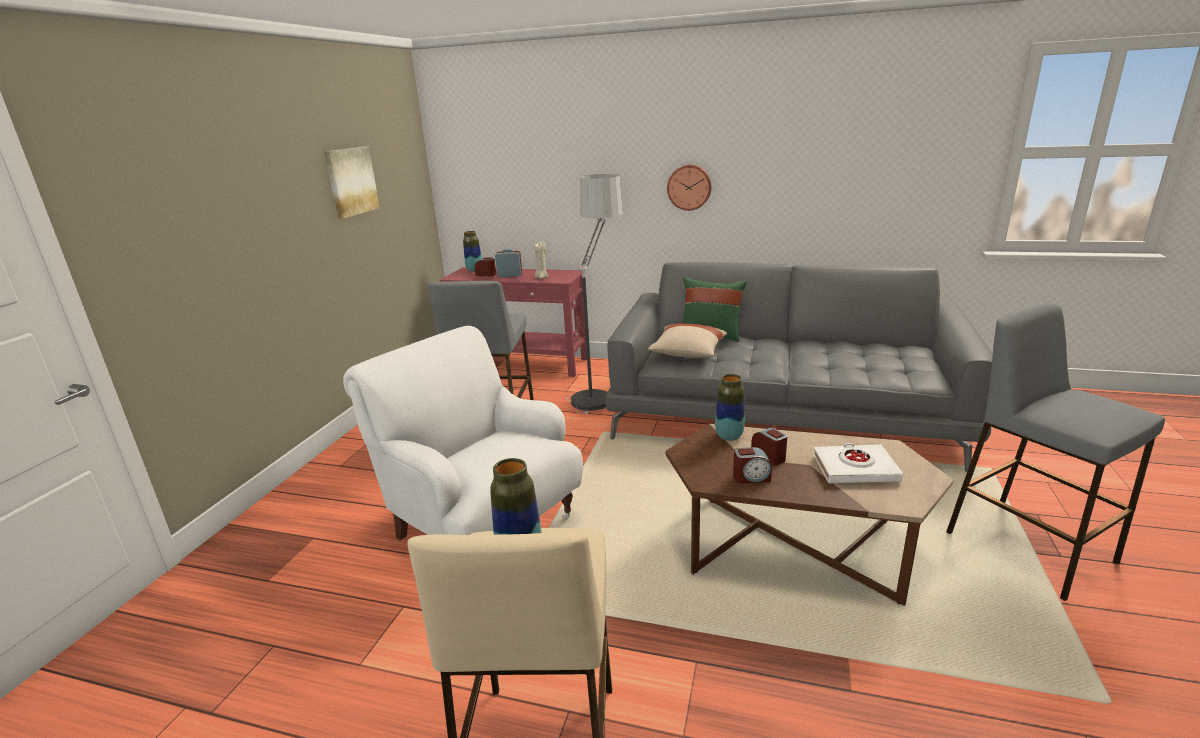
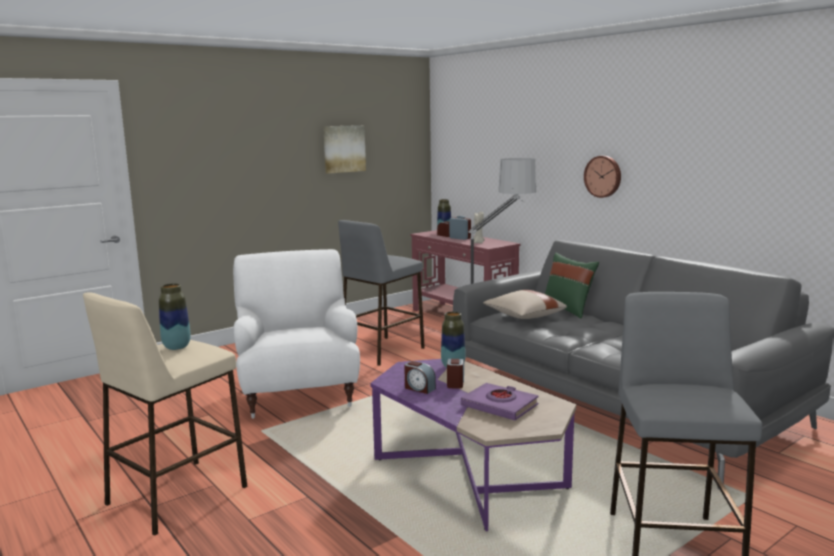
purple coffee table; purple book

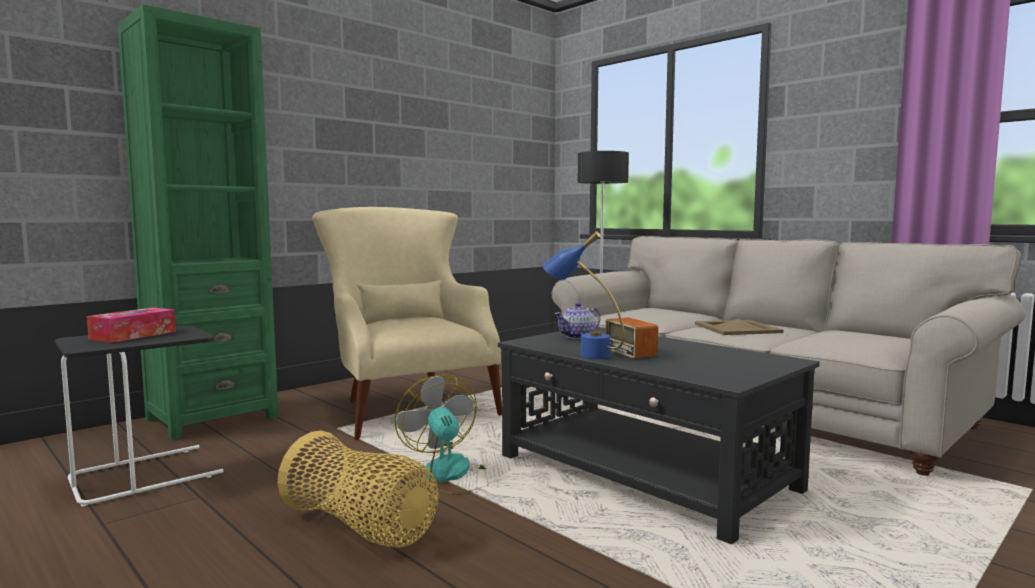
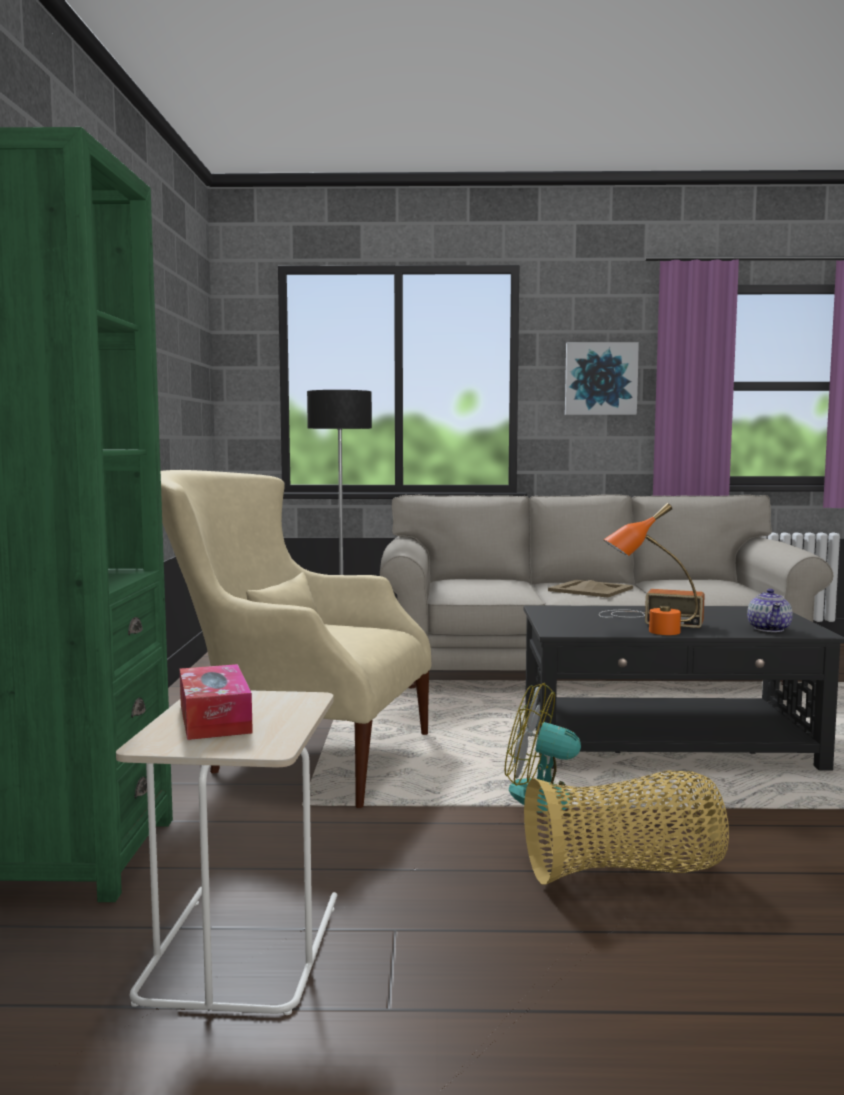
beige side table; orange table lamp; teapot; picture

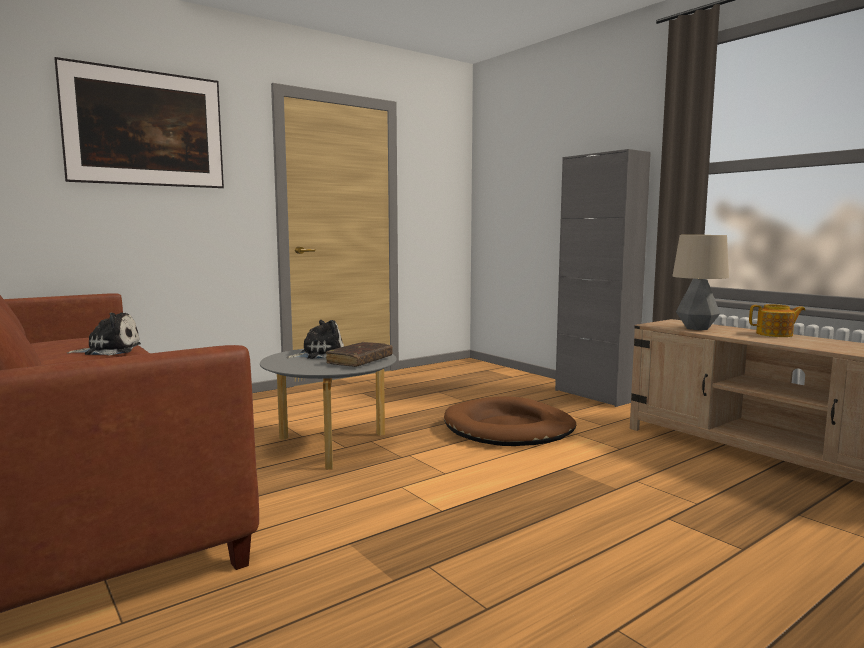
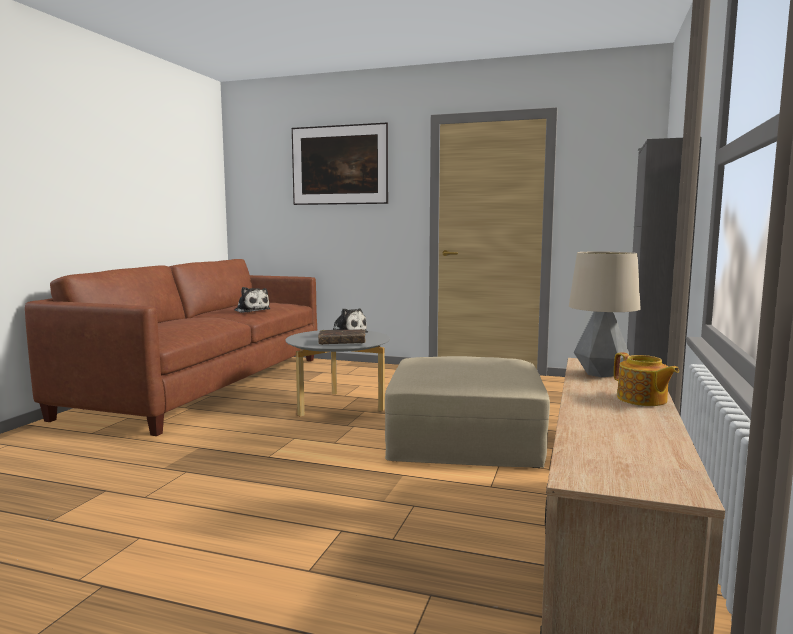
beige ottoman

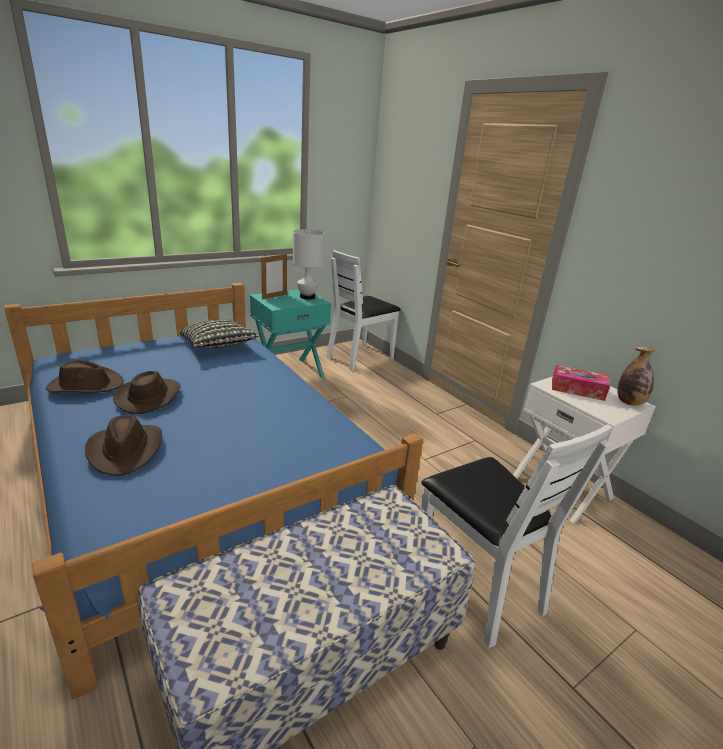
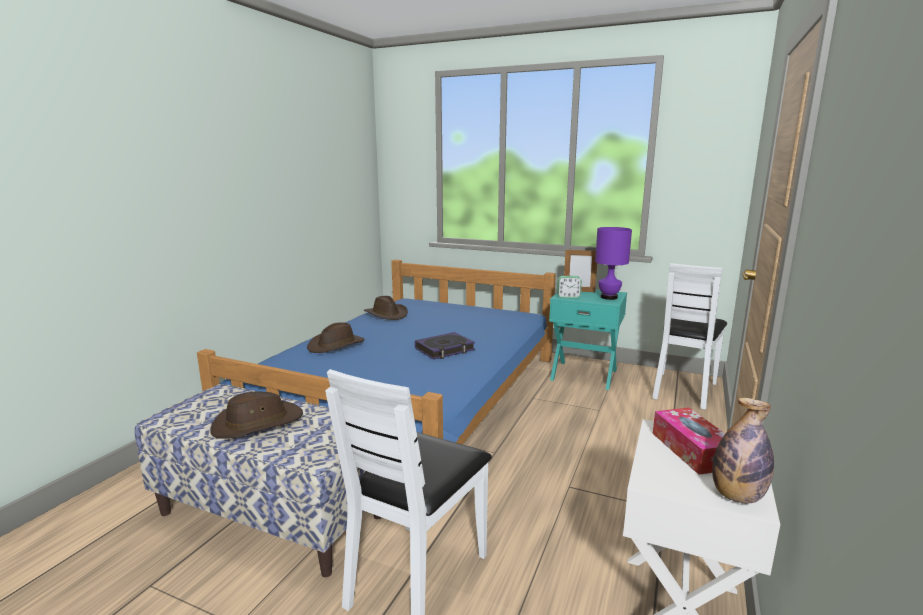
brown hat (no. 1 from left); pillow; purple table lamp; white chair (no. 2 from left); book; alarm clock

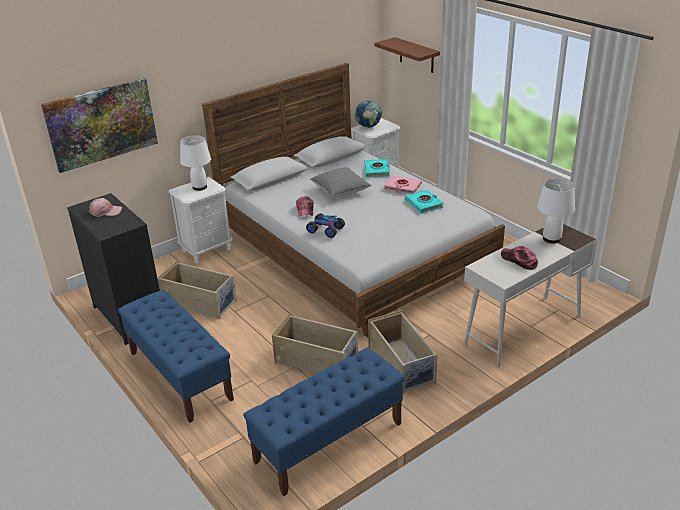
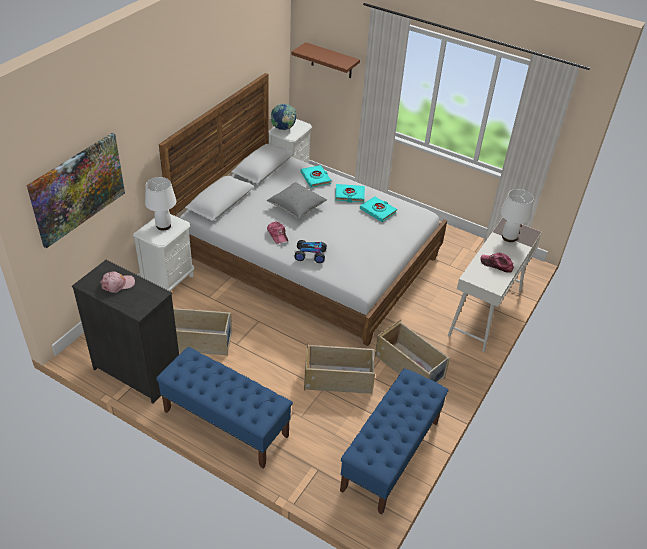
turquoise book (no. 2 from left)

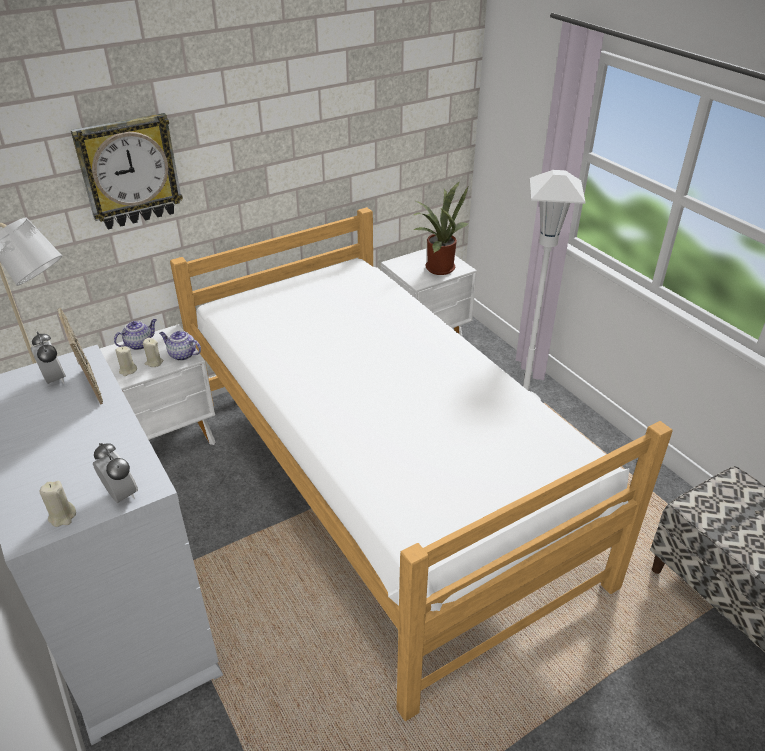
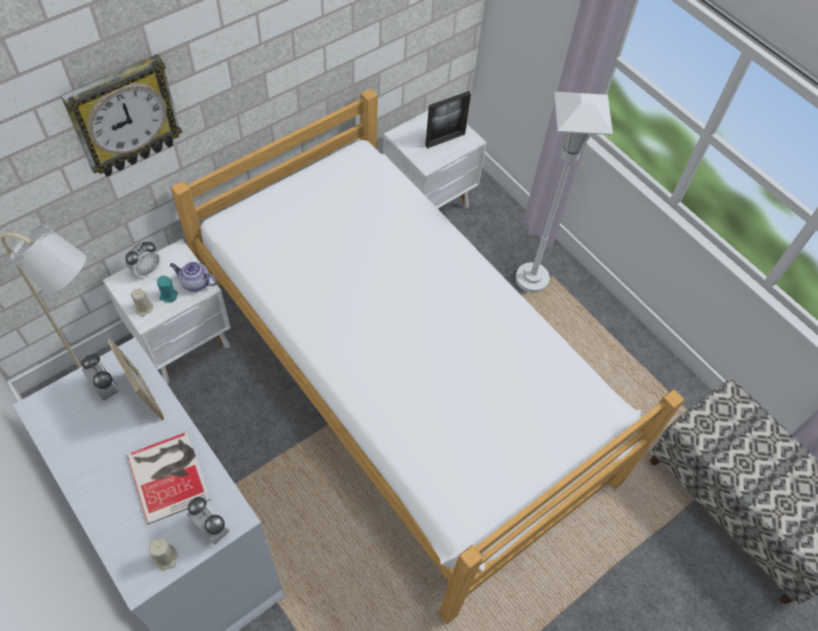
alarm clock (no. 2 from left); turquoise candle; picture frame (no. 2 from left); book

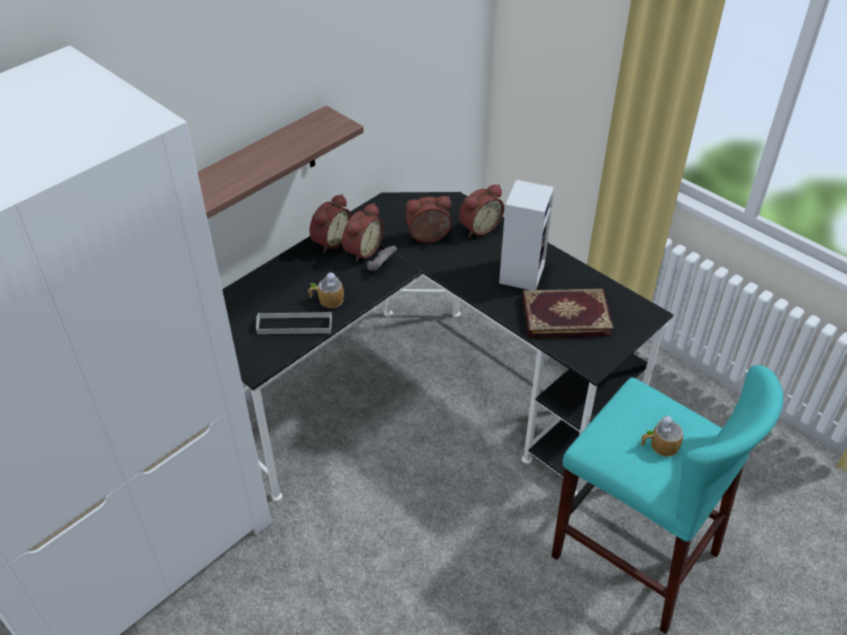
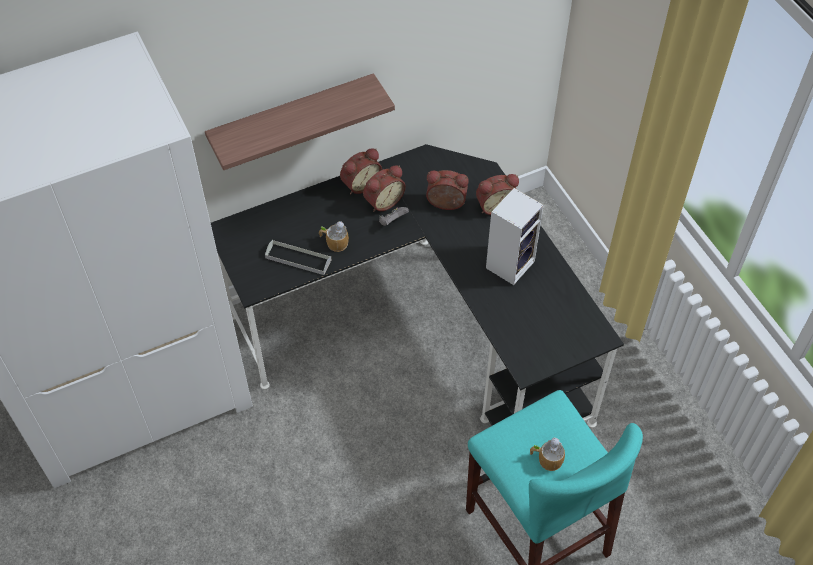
book

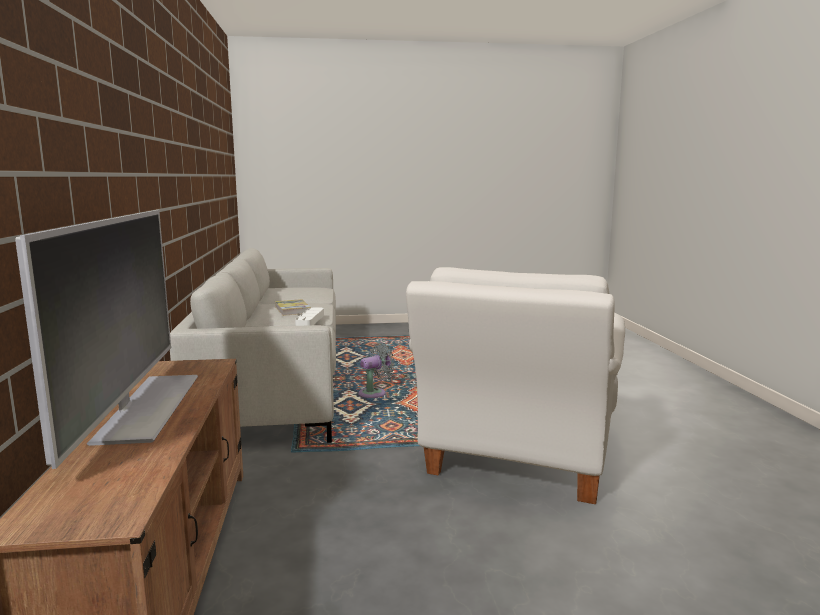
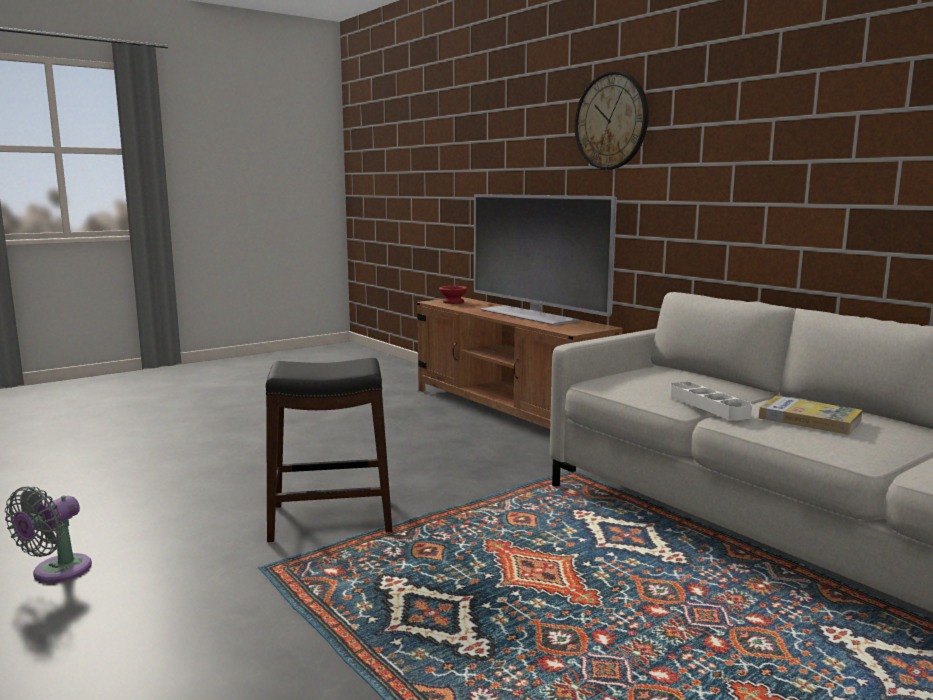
grey fan; black stool; red bowl; wall clock

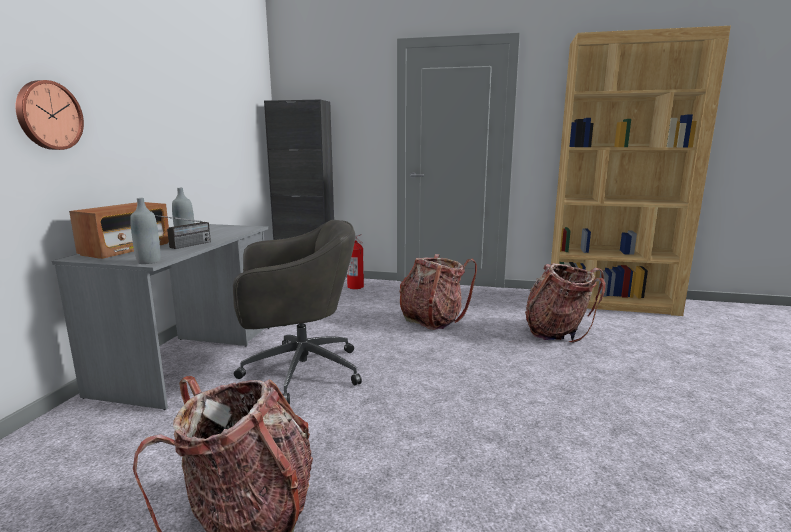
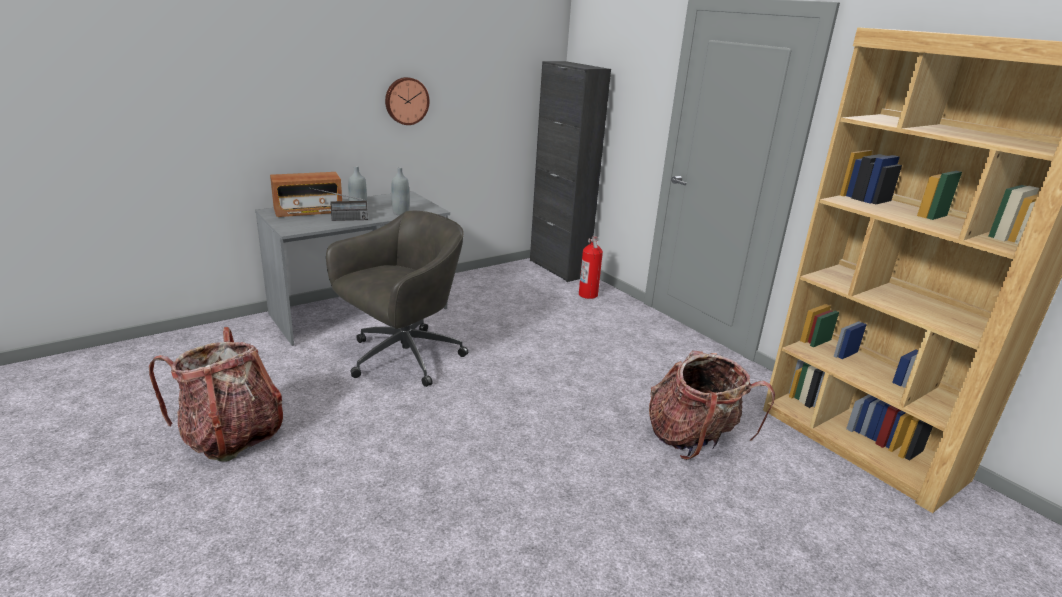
wall clock; grey bottle (no. 2 from left); grey office chair; backpack (no. 2 from left in the first image)

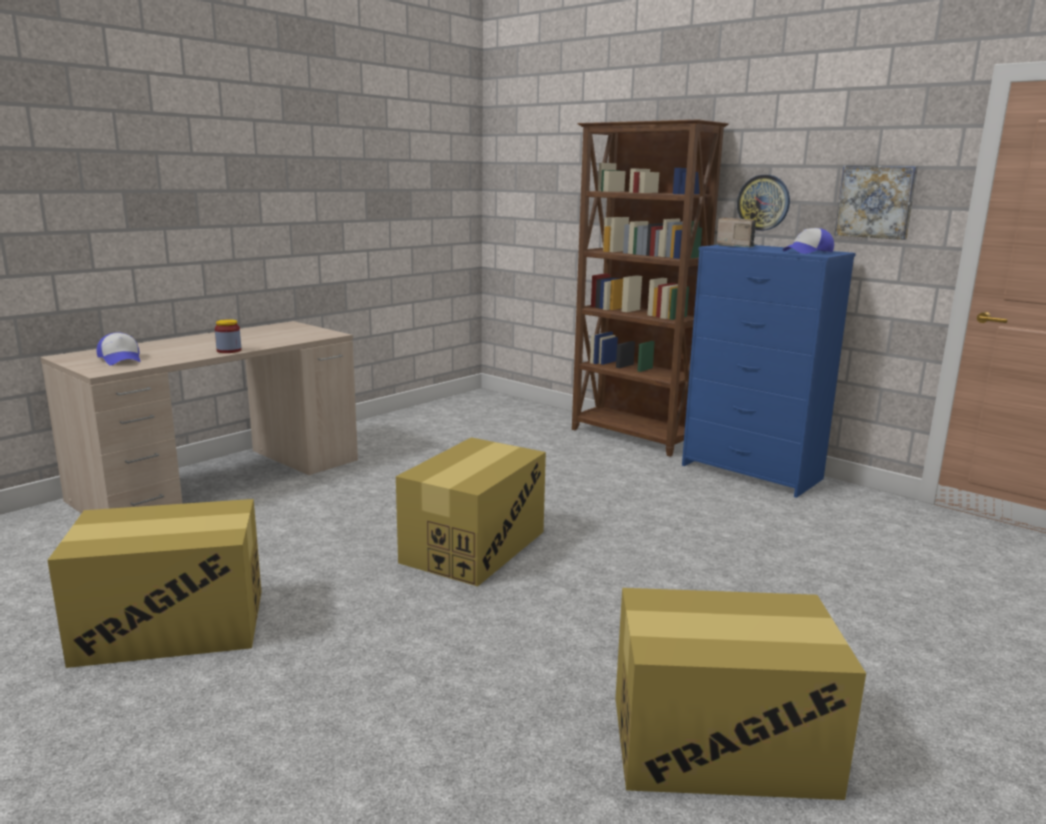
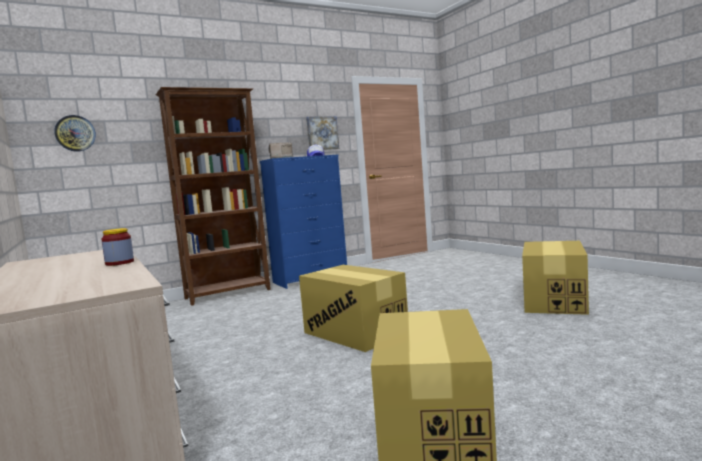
cap (no. 1 from left in the first image); wall clock

